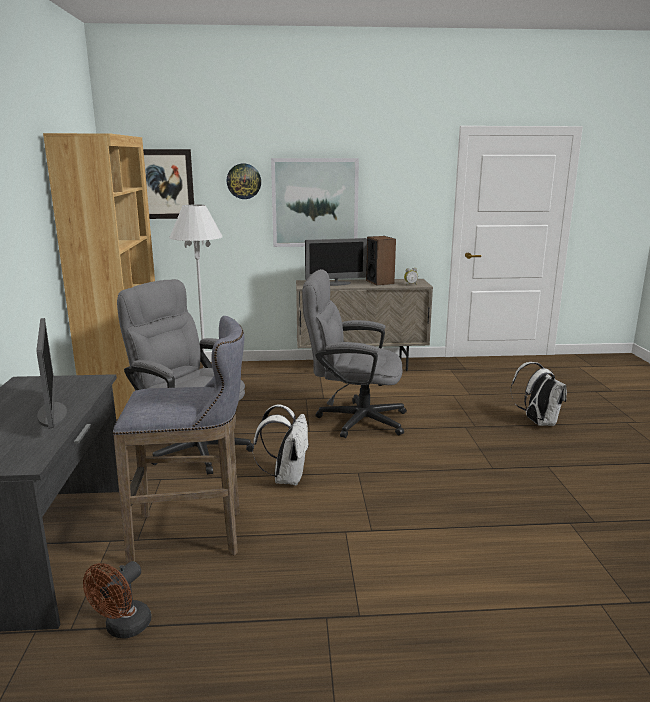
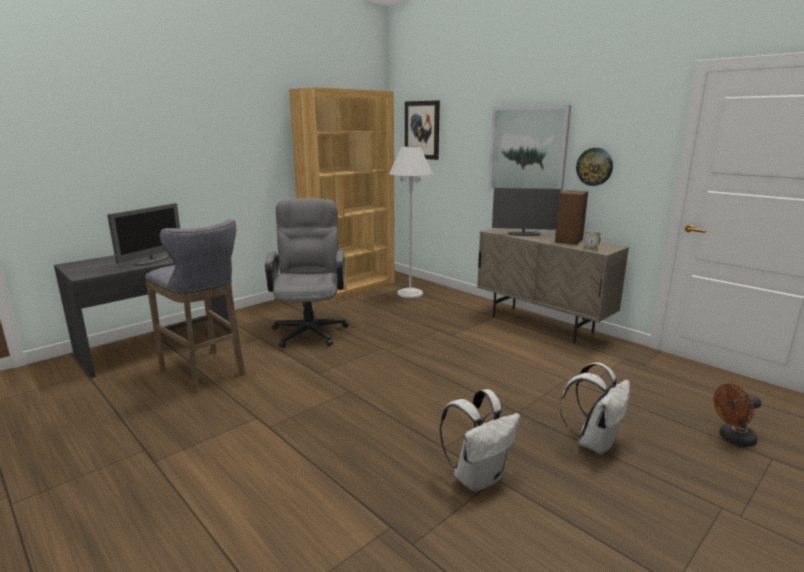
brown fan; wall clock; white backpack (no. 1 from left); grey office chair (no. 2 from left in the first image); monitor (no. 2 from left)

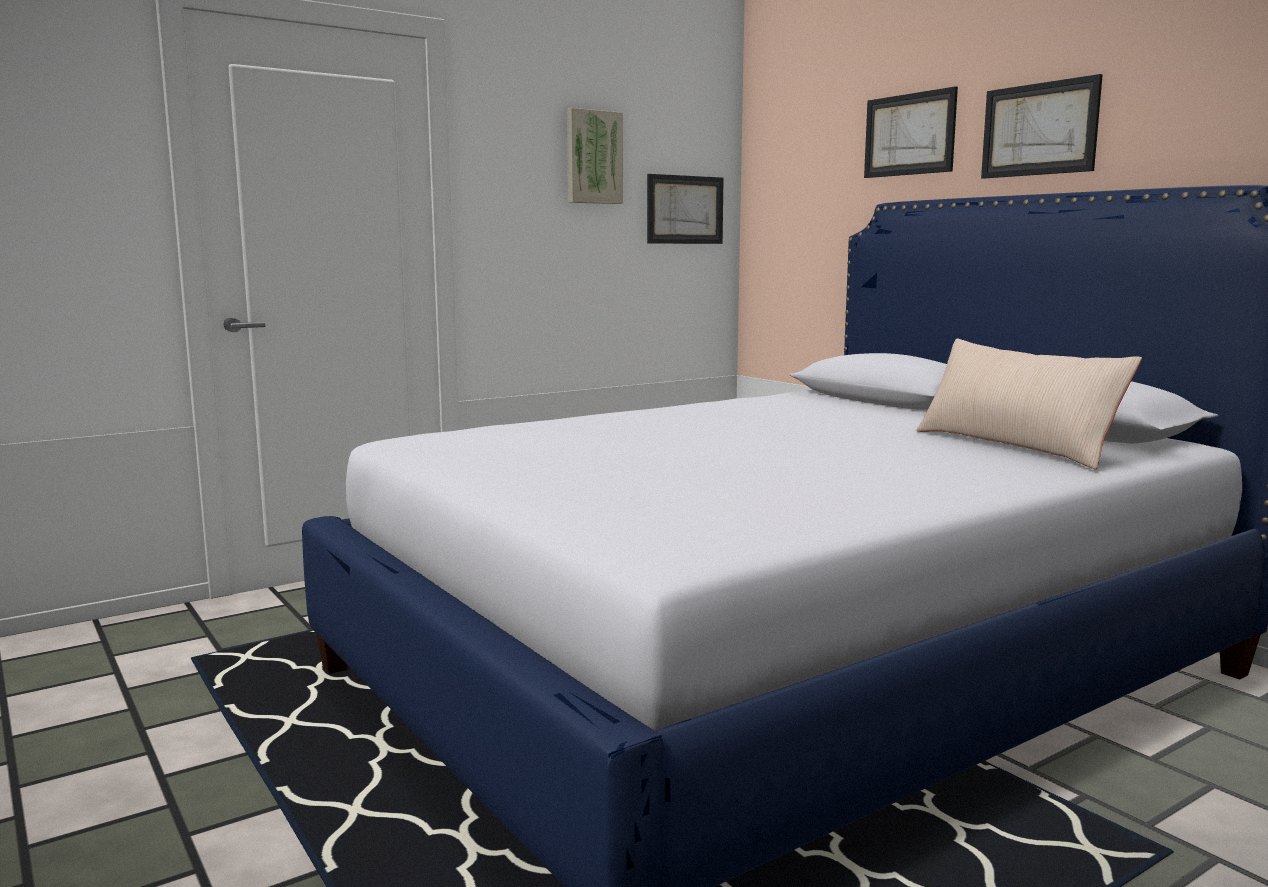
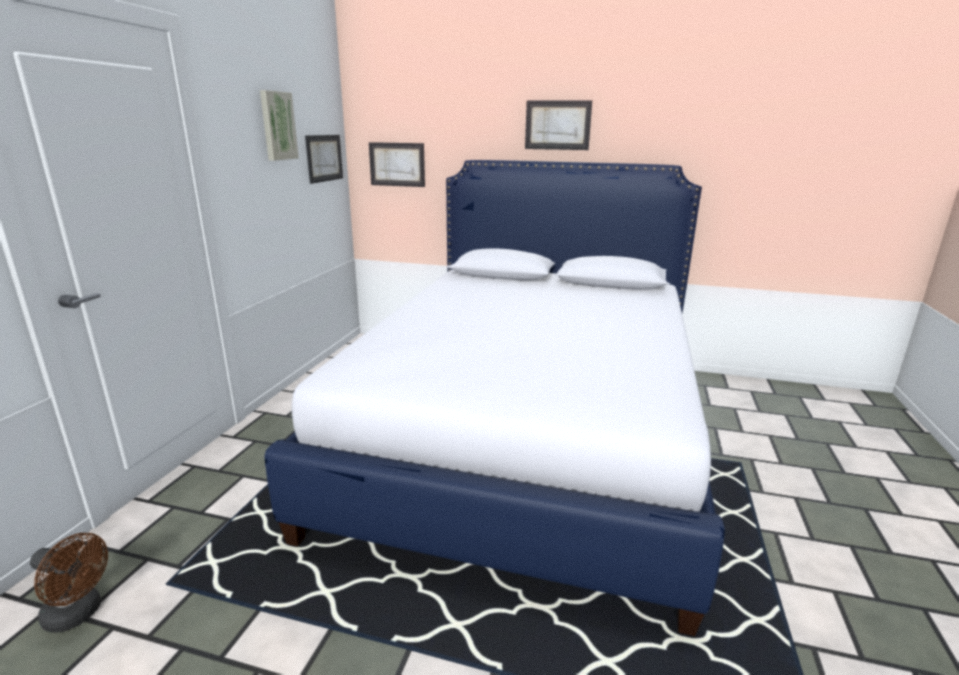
picture (no. 3 from left); beige pillow; brown fan

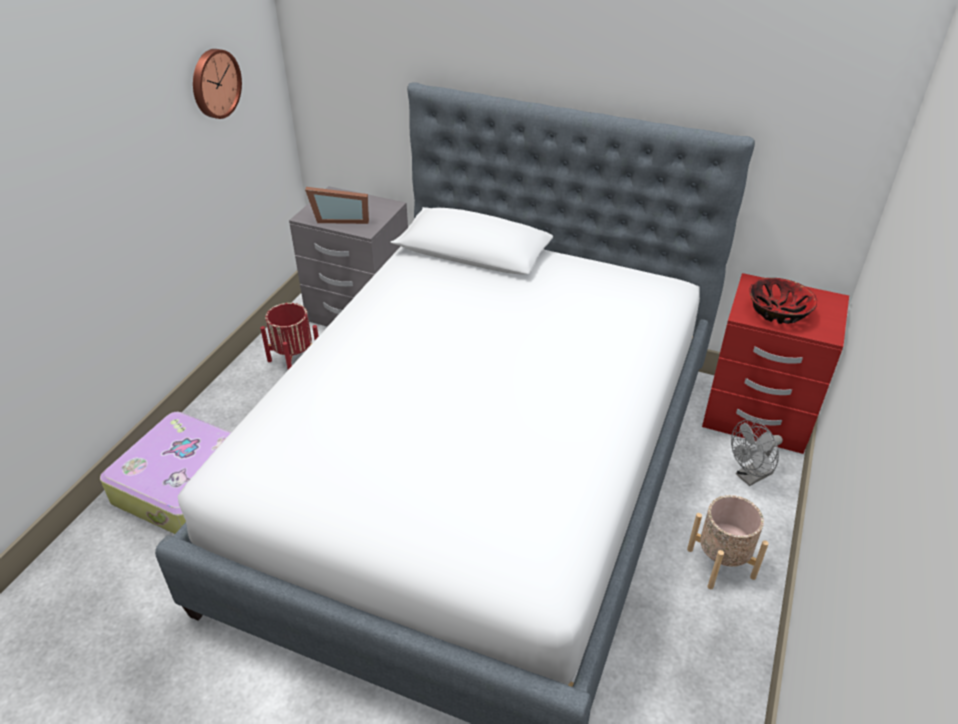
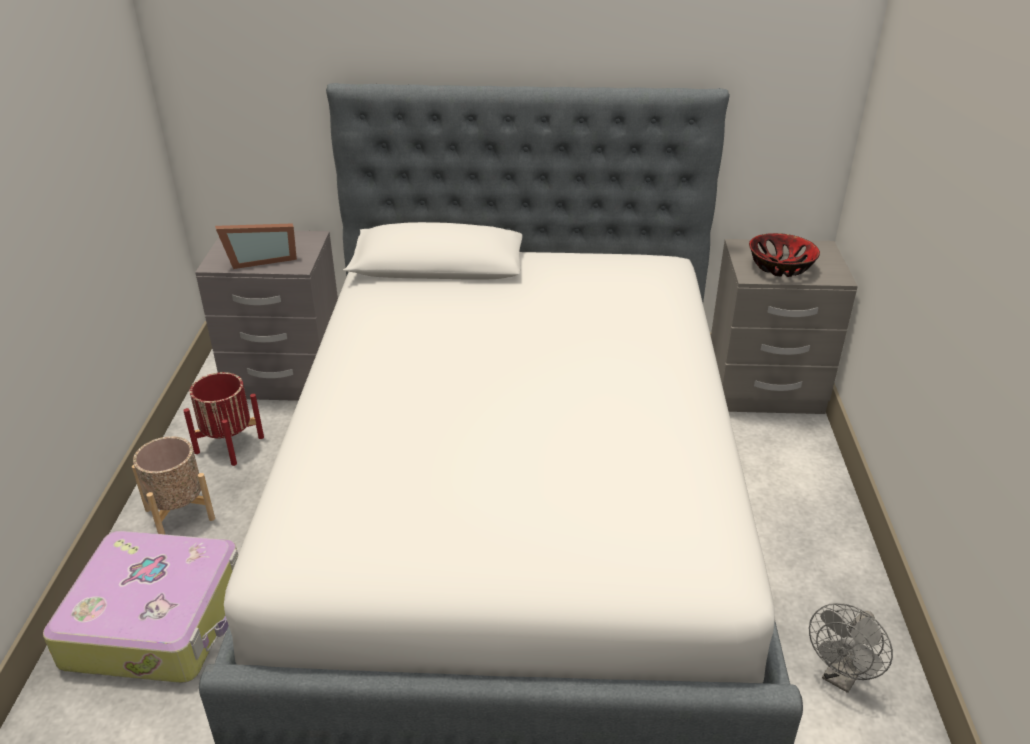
wall clock; beige planter; grey nightstand (no. 2 from left); grey fan

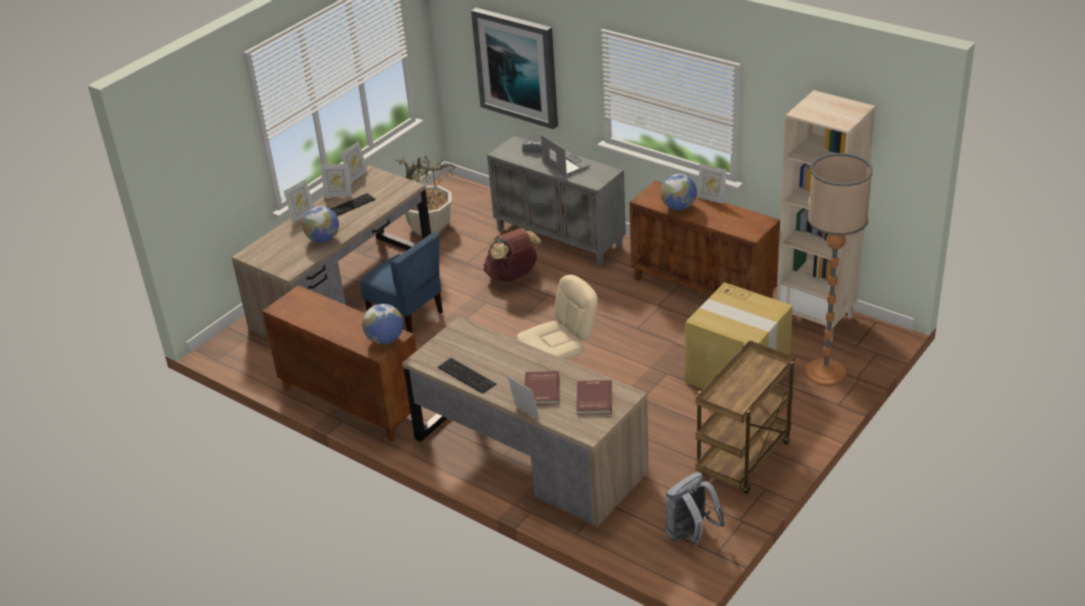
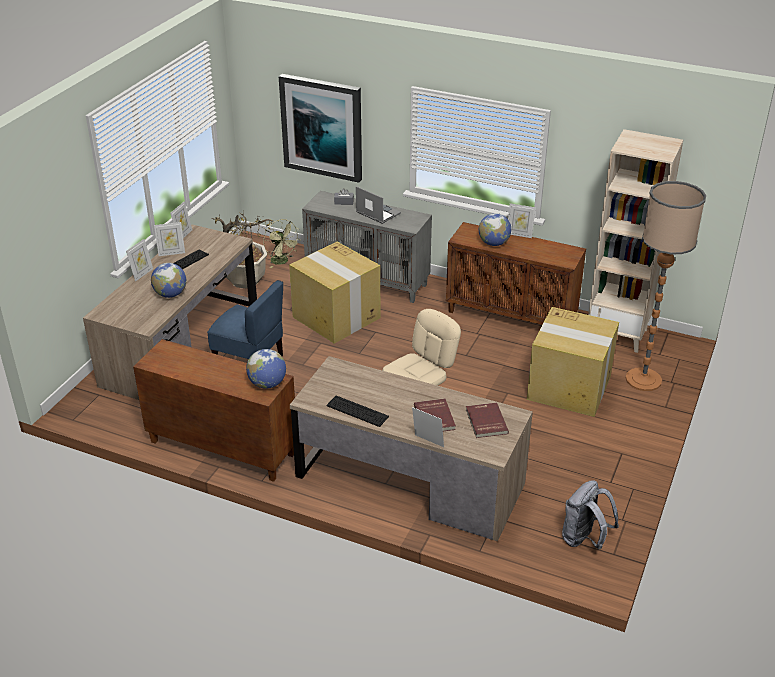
cardboard box (no. 1 from left); brown cart; green fan

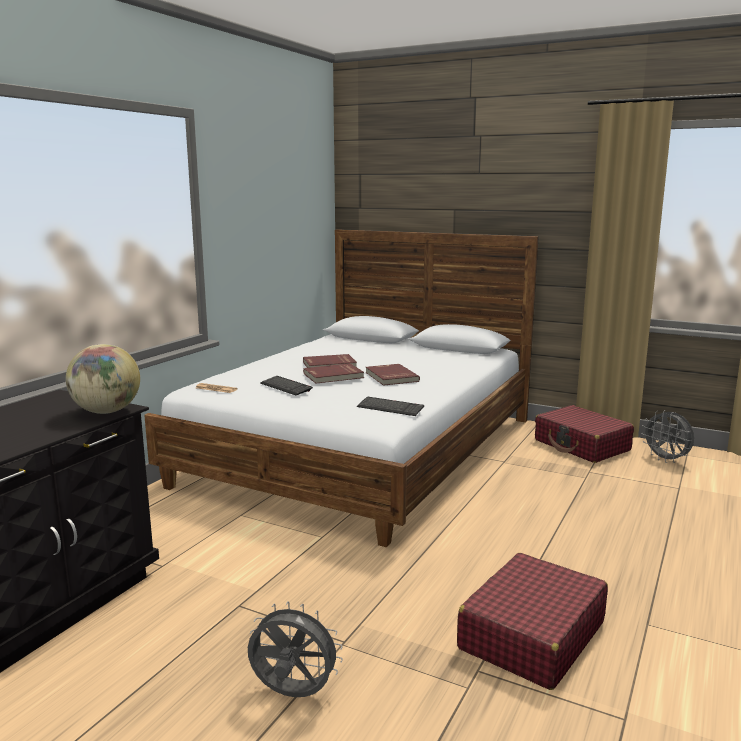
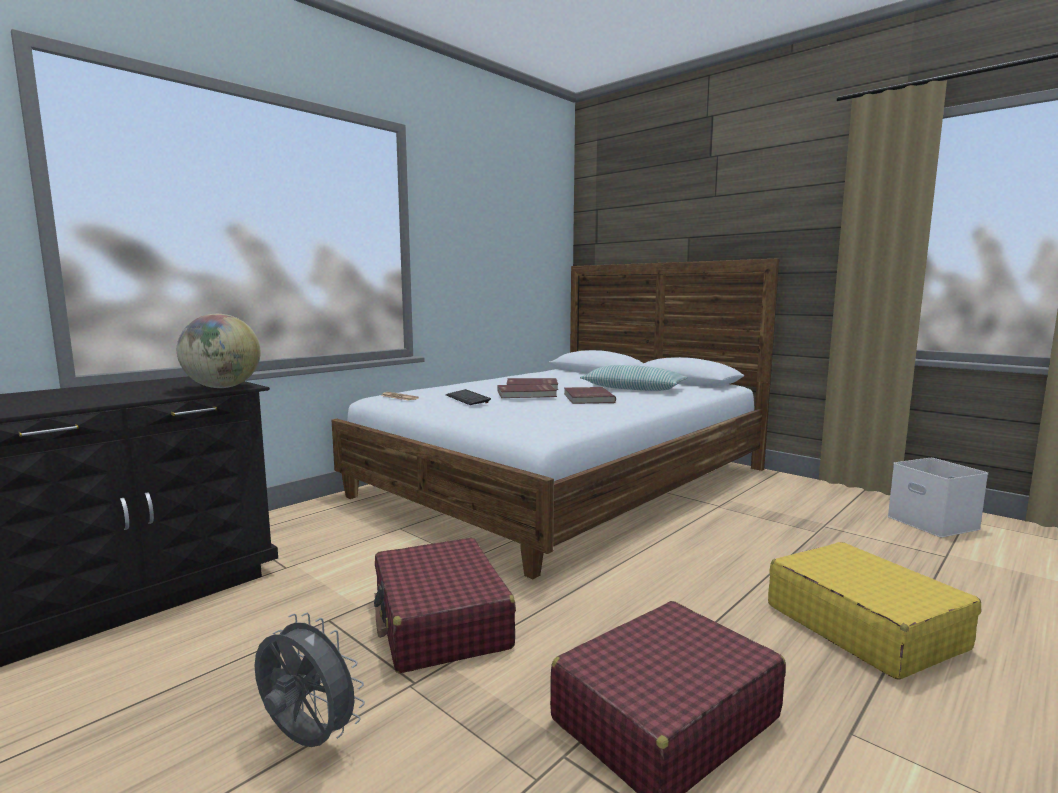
keyboard (no. 2 from left in the first image); red suitcase (no. 1 from left); white storage box; pillow; yellow suitcase

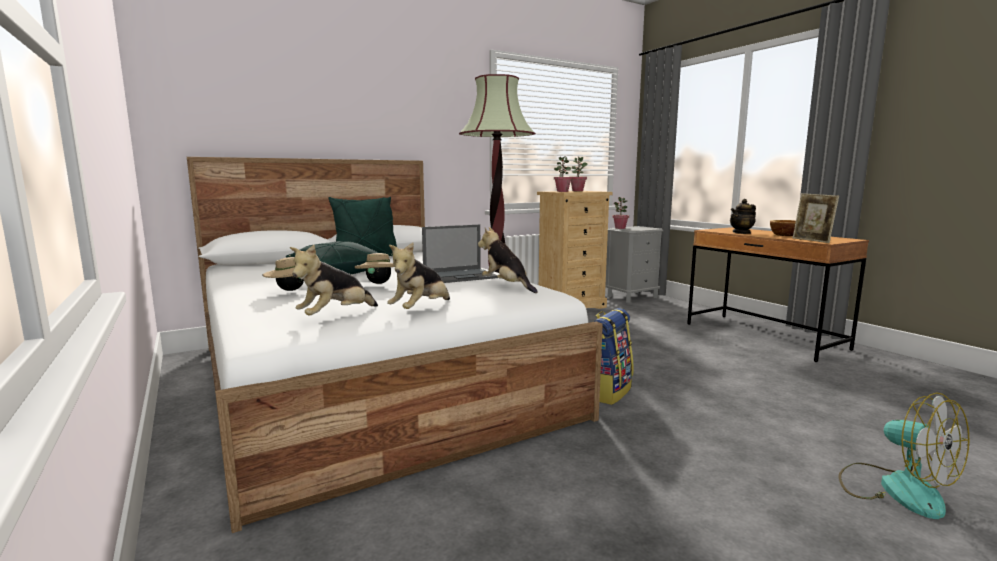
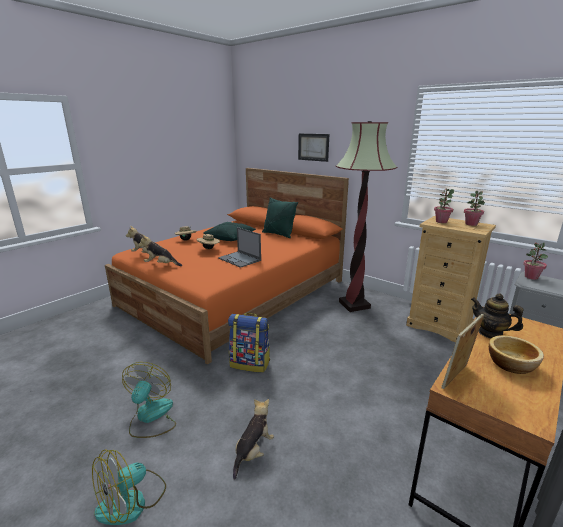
orange bed; plush toy (no. 3 from left); fan (no. 2 from left); picture

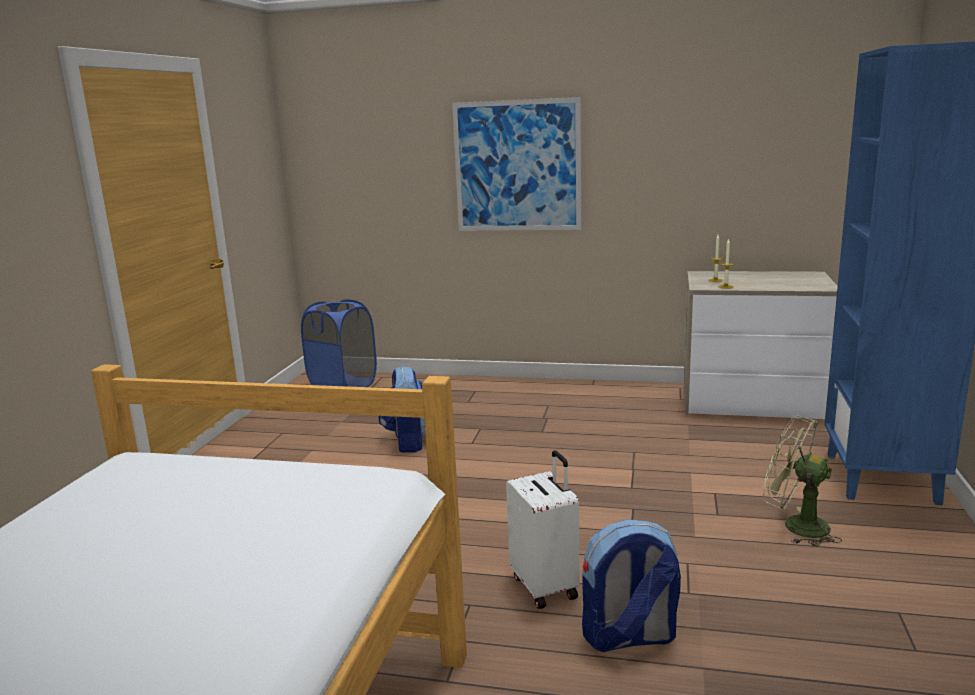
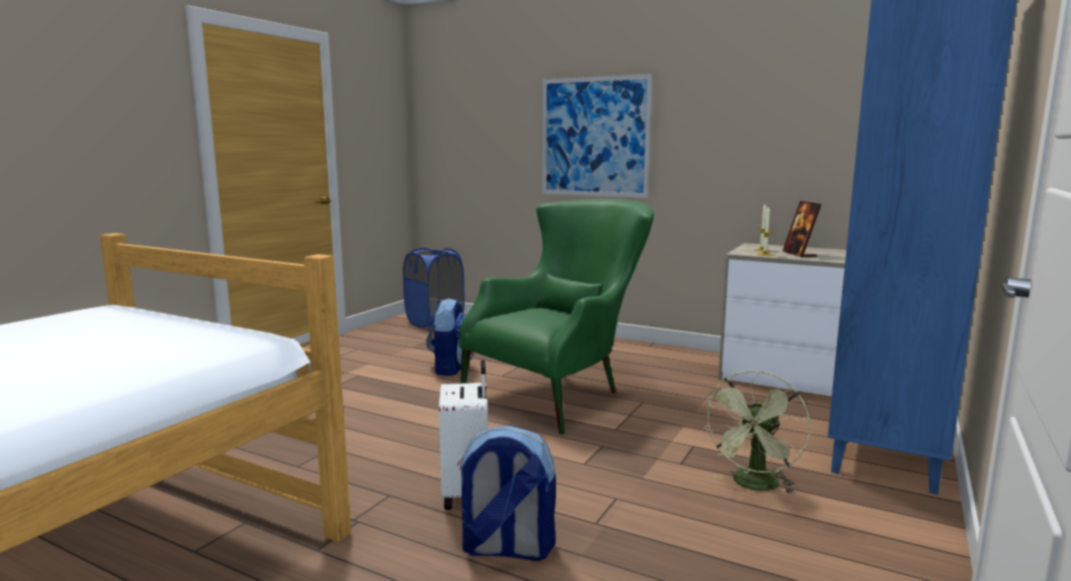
green fan; green armchair; picture frame

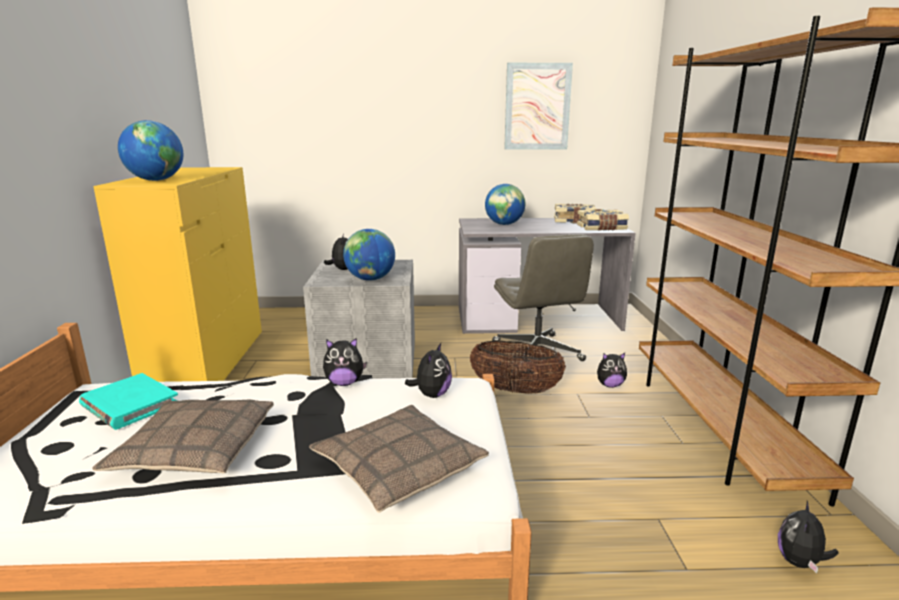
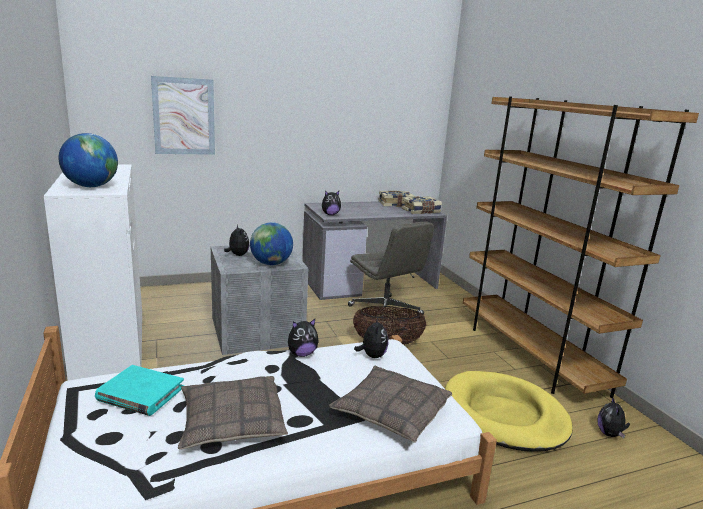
white dresser; globe (no. 3 from left in the first image); picture; plush toy (no. 3 from left); yellow dog bed

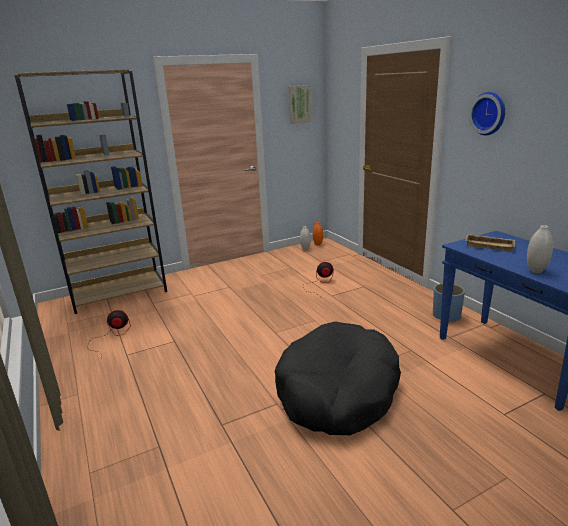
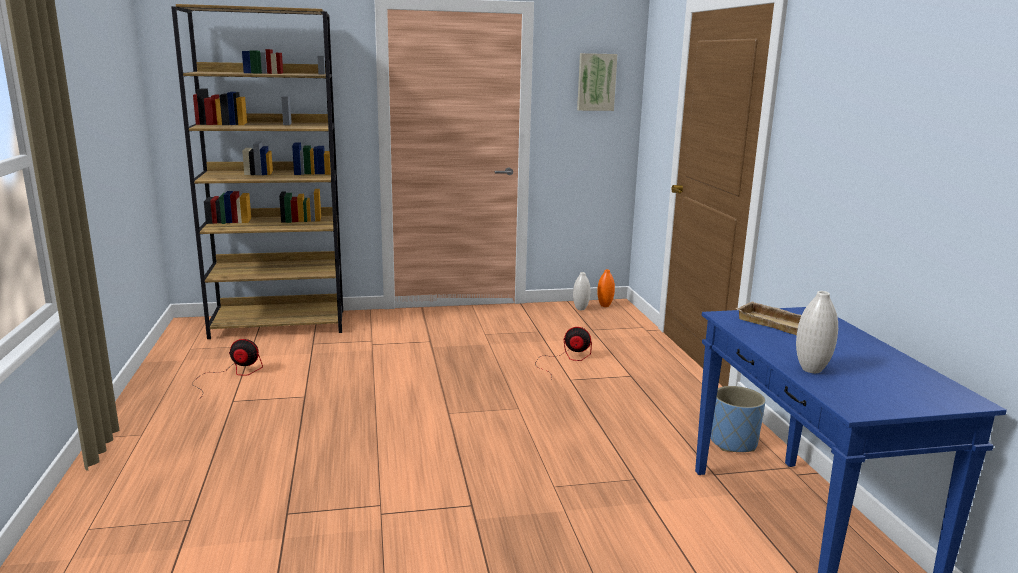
black dog bed; wall clock

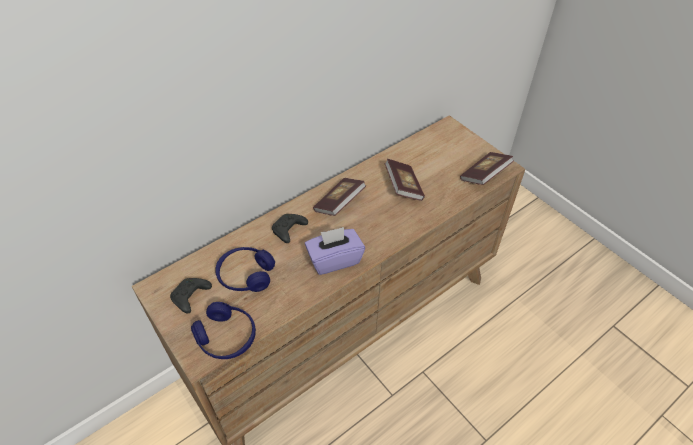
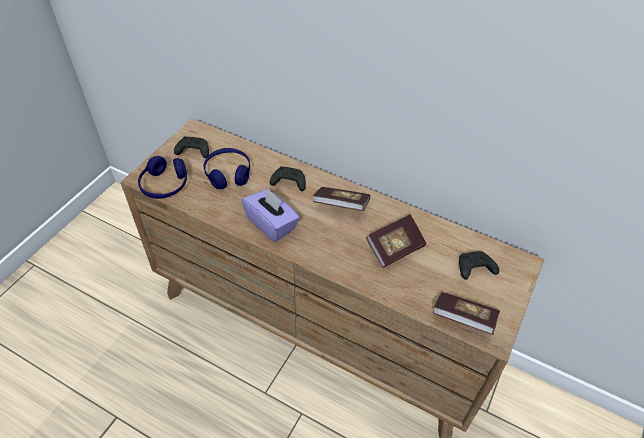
black game controller (no. 3 from left)

